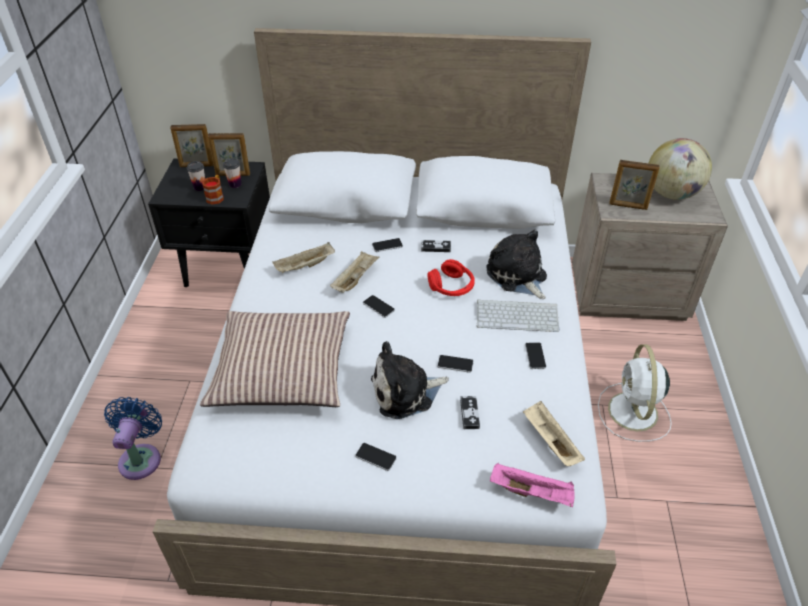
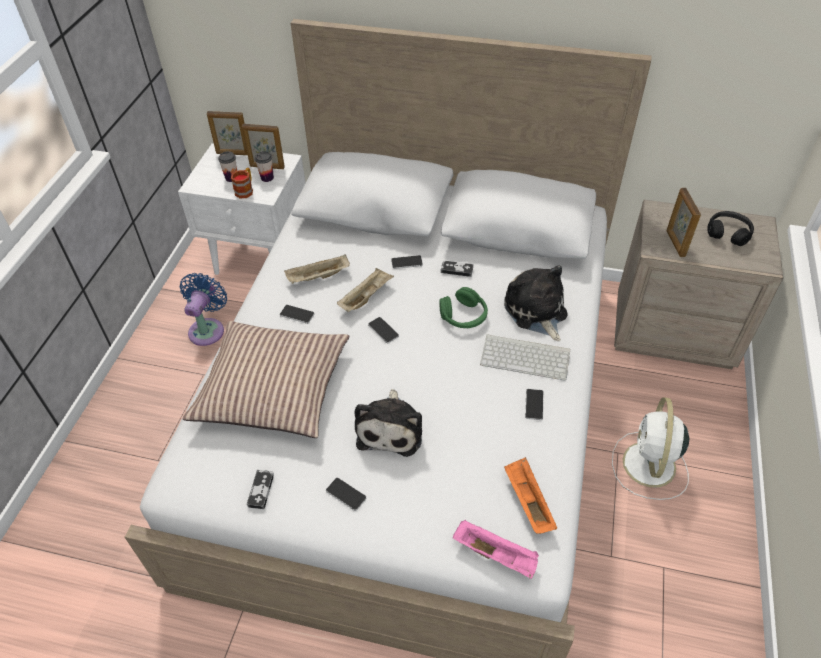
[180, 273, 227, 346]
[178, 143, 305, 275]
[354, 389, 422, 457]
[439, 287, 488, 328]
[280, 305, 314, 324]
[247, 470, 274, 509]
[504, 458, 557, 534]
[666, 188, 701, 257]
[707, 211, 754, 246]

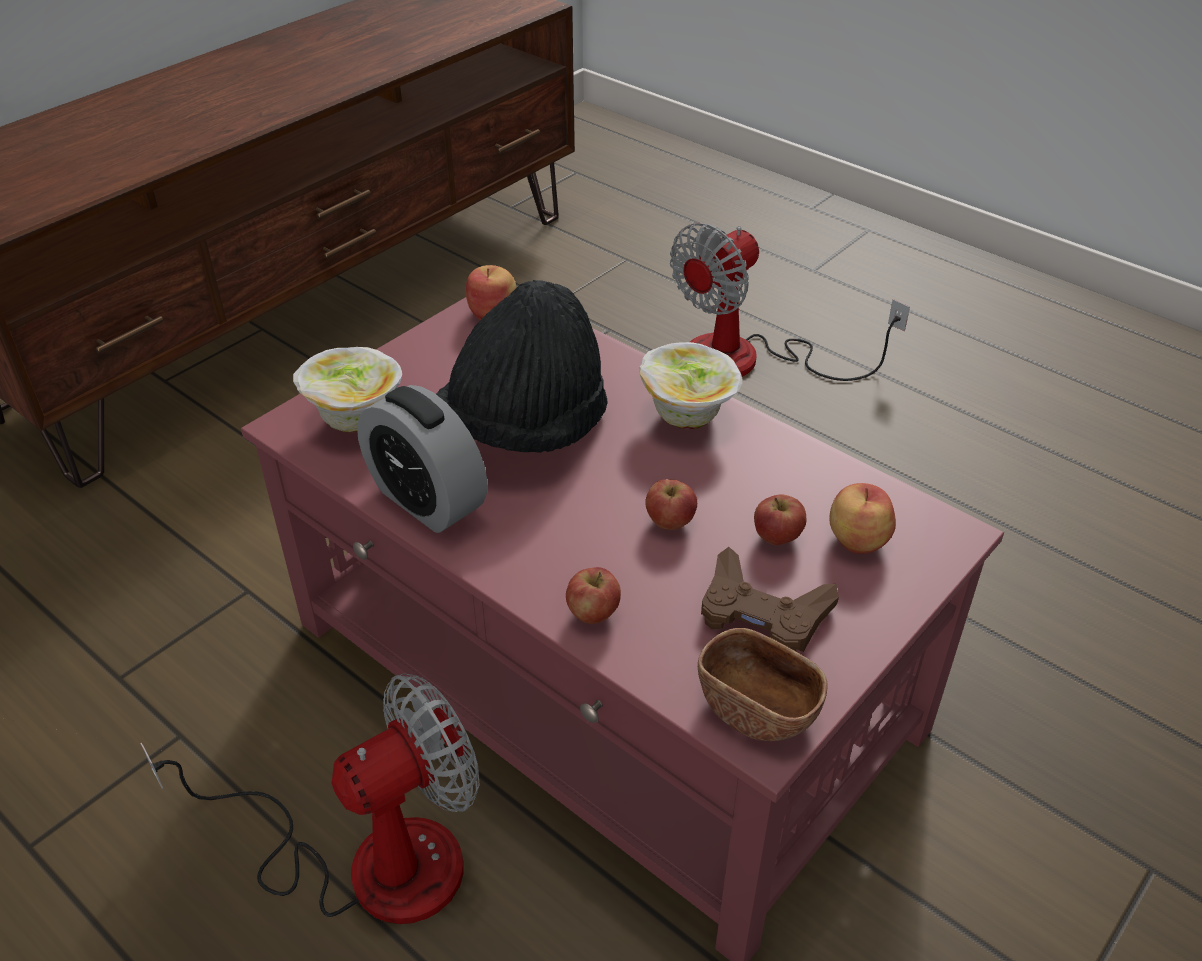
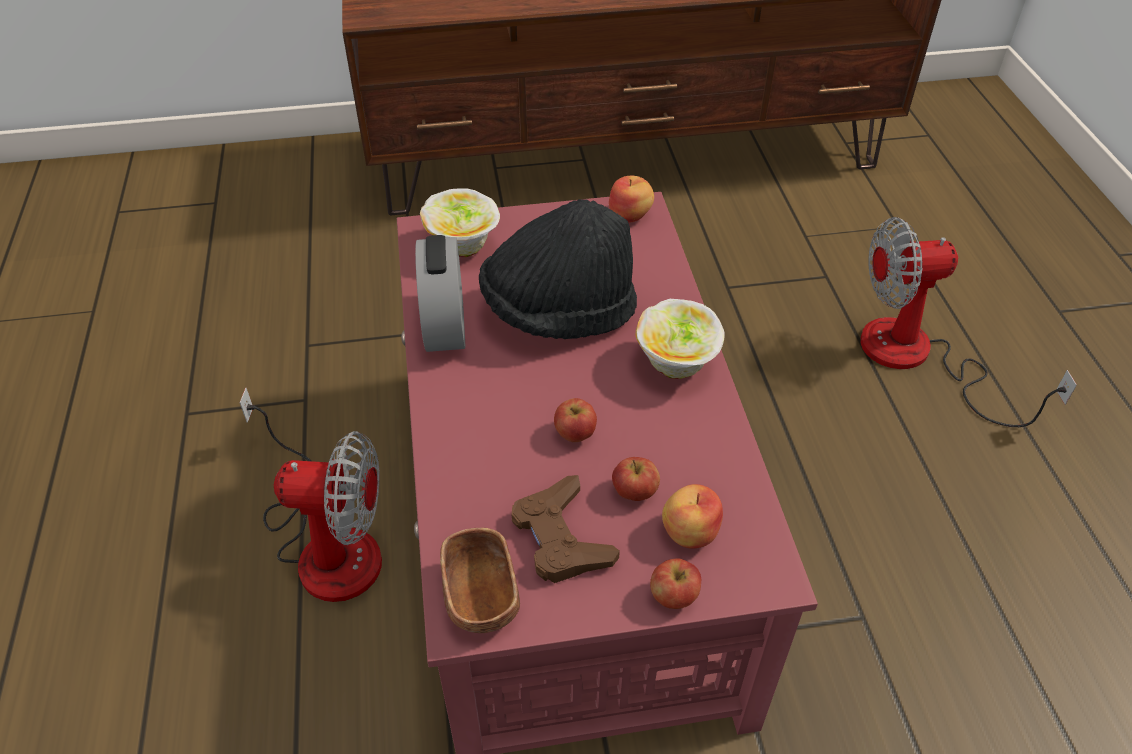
[650, 559, 701, 609]

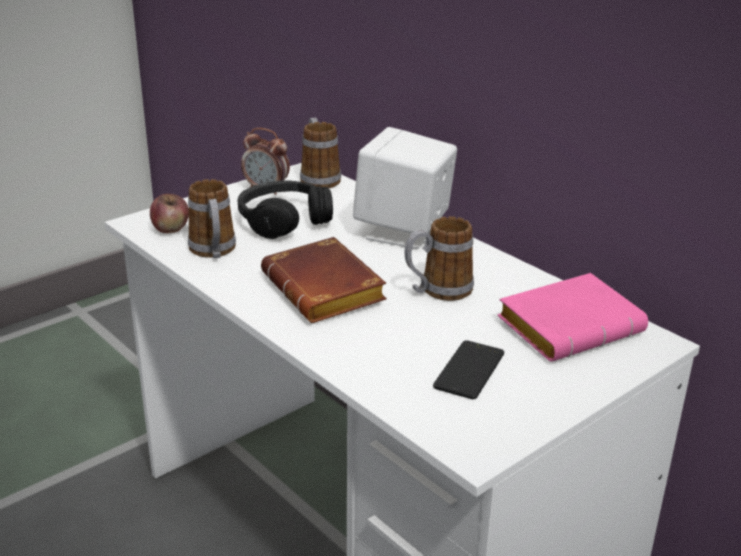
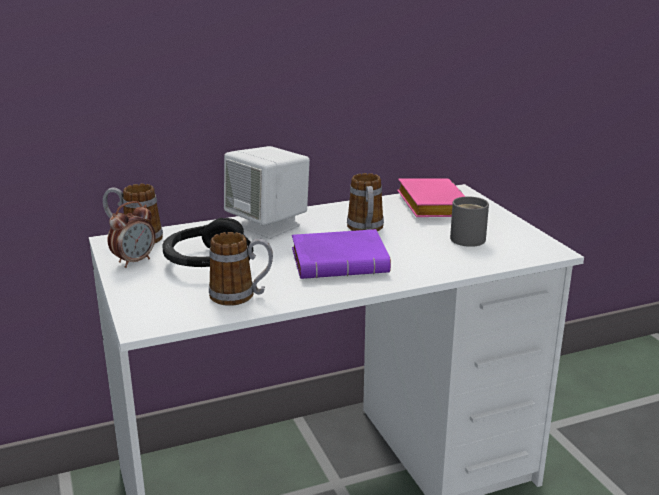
[150, 194, 189, 233] (first image)
[292, 229, 391, 279]
[450, 196, 489, 247]

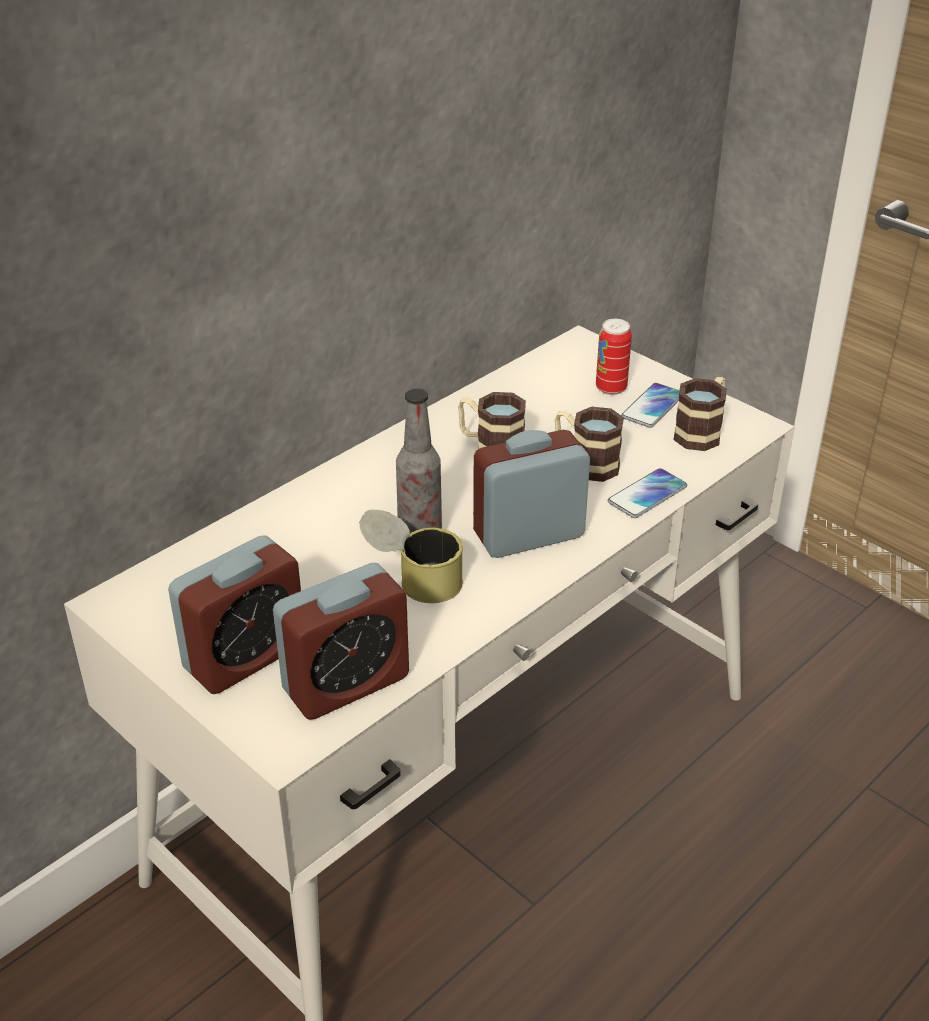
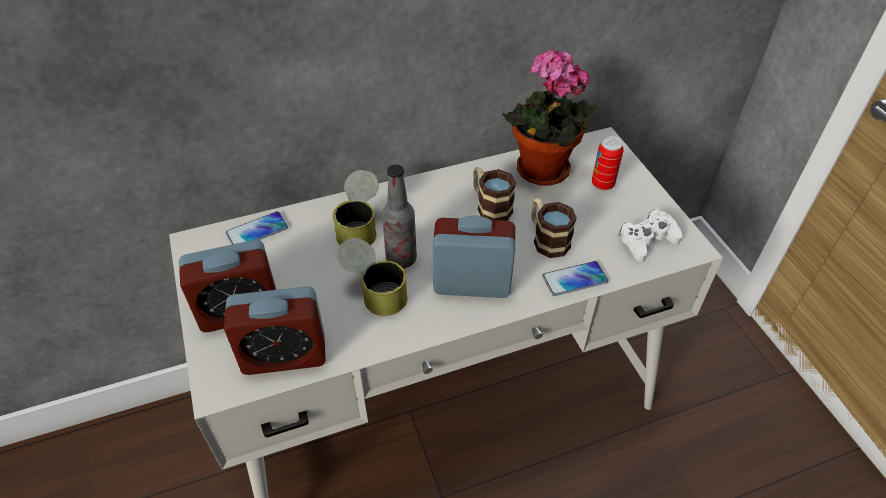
[226, 211, 288, 244]
[619, 209, 682, 262]
[333, 170, 379, 245]
[502, 49, 600, 186]

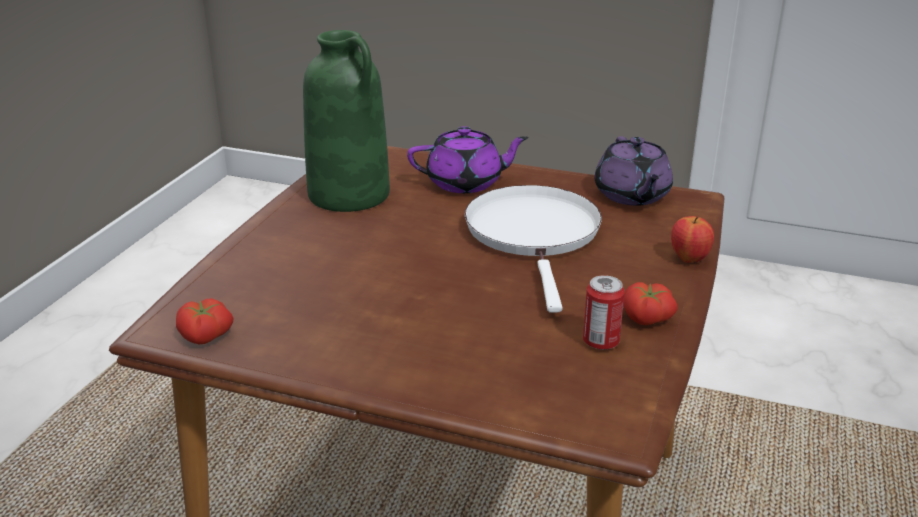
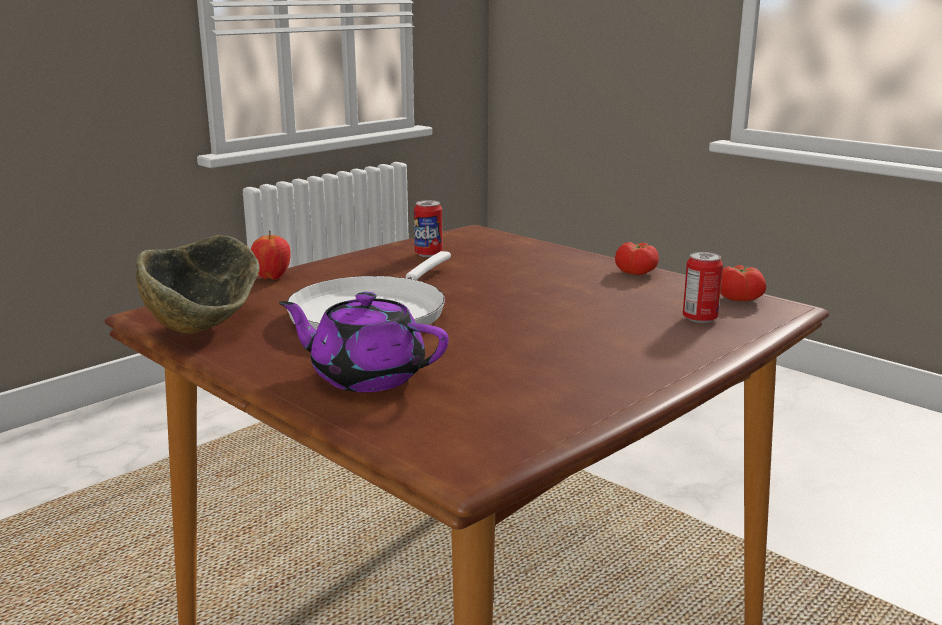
[303, 30, 390, 212] (first image)
[136, 235, 260, 334]
[615, 242, 659, 275]
[683, 252, 723, 323]

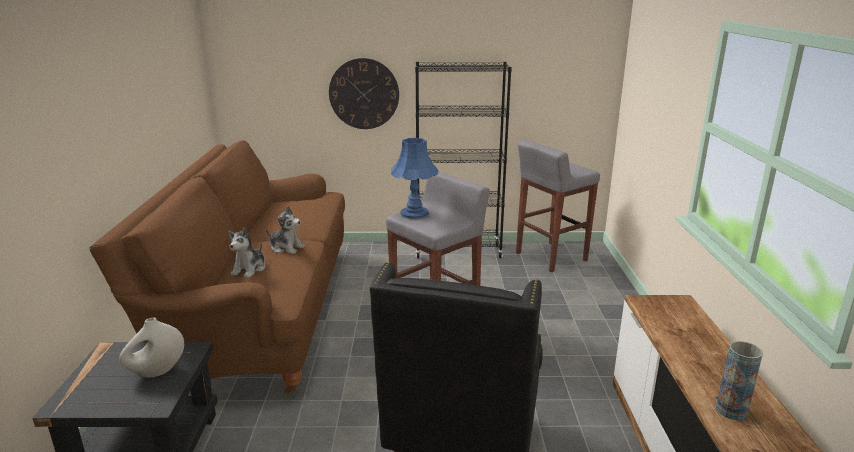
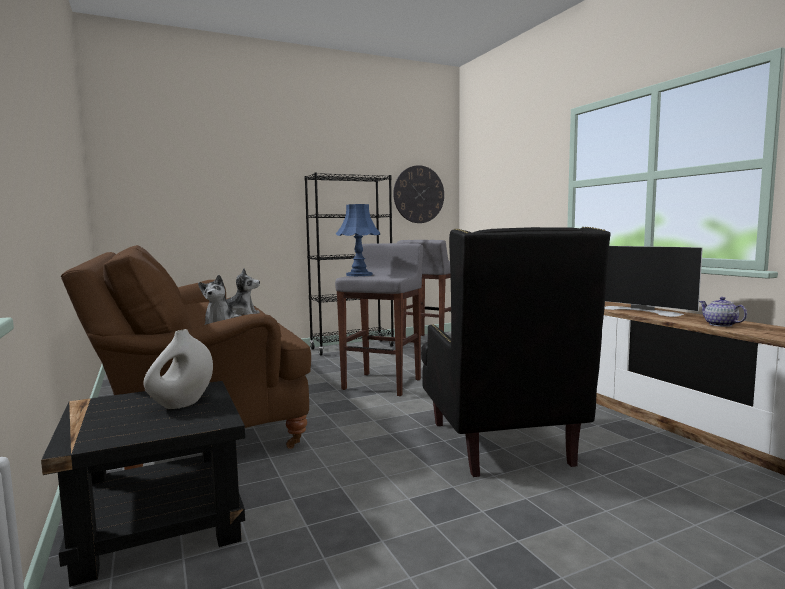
[393, 165, 444, 223]
[699, 297, 747, 327]
[605, 246, 703, 317]

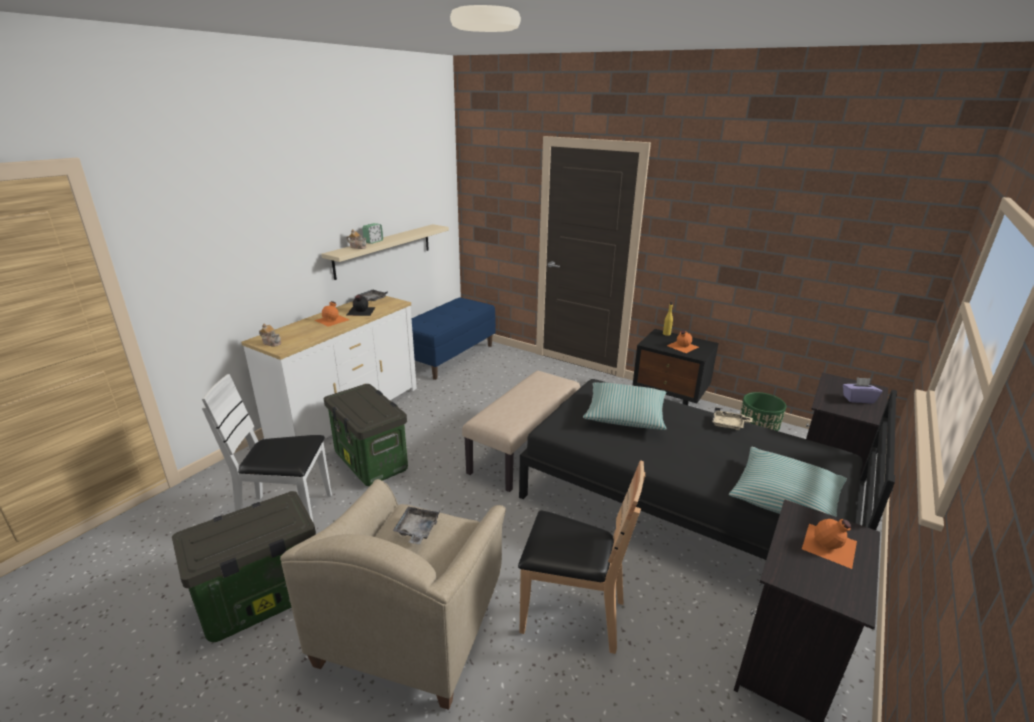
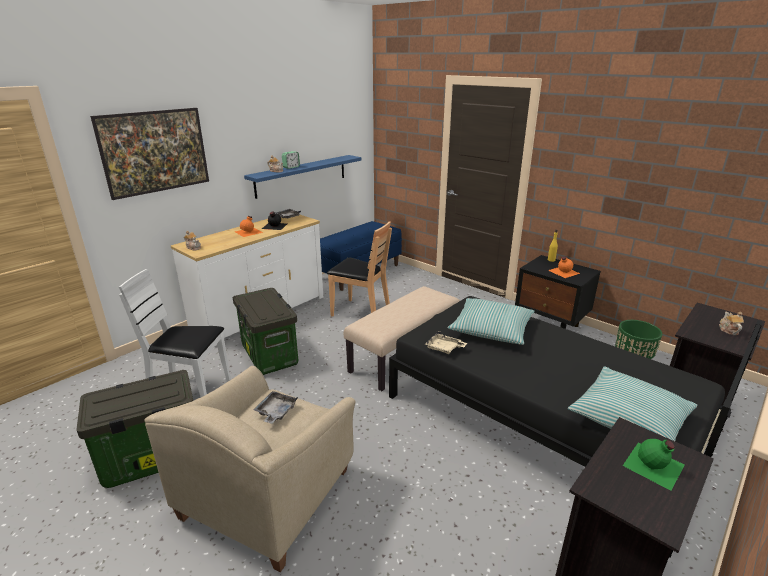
[244, 155, 361, 199]
[327, 221, 392, 317]
[425, 331, 467, 354]
[623, 439, 685, 491]
[719, 312, 744, 335]
[90, 108, 209, 200]

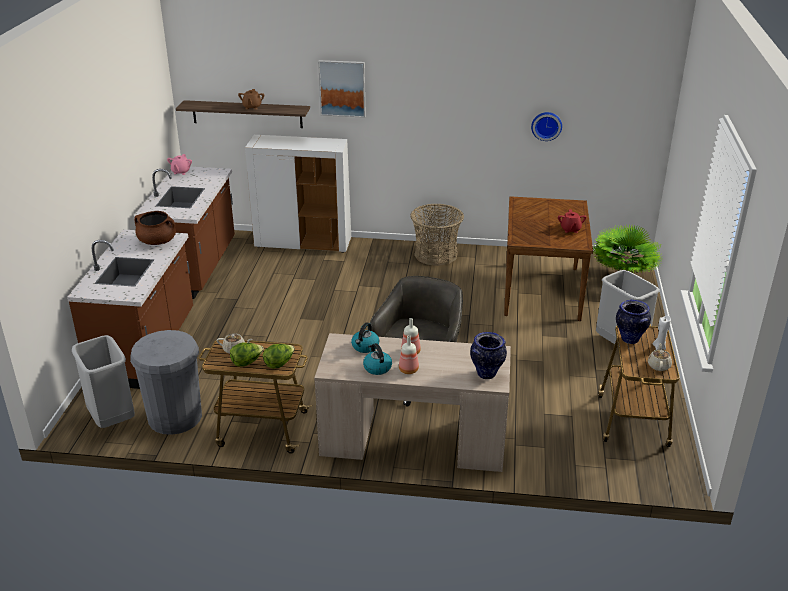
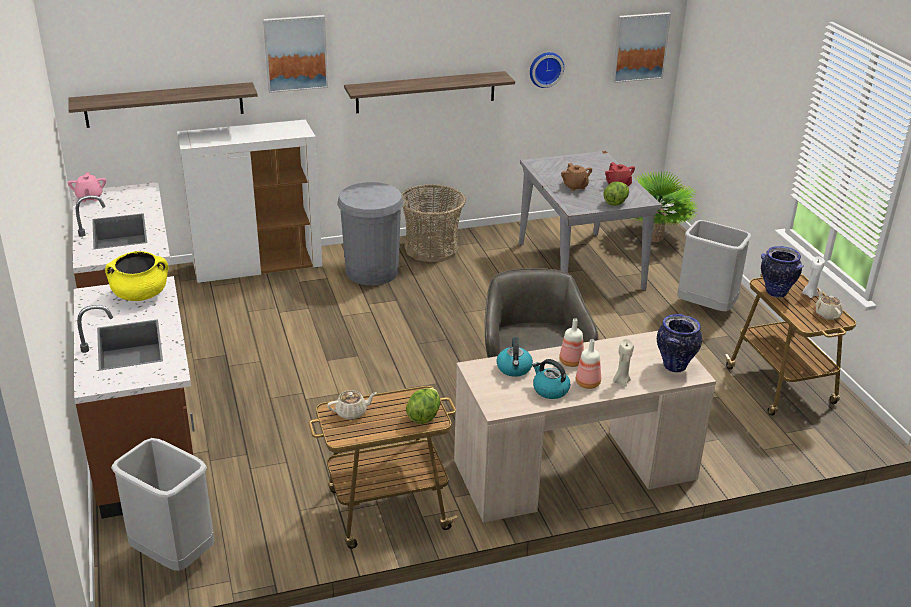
[337, 182, 404, 285]
[105, 251, 168, 301]
[604, 182, 629, 206]
[561, 163, 592, 191]
[519, 151, 661, 291]
[344, 71, 515, 113]
[612, 12, 671, 83]
[613, 339, 634, 387]

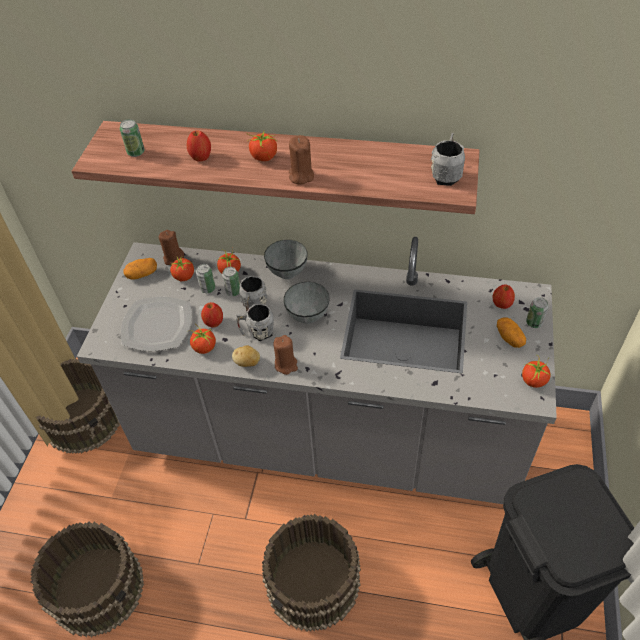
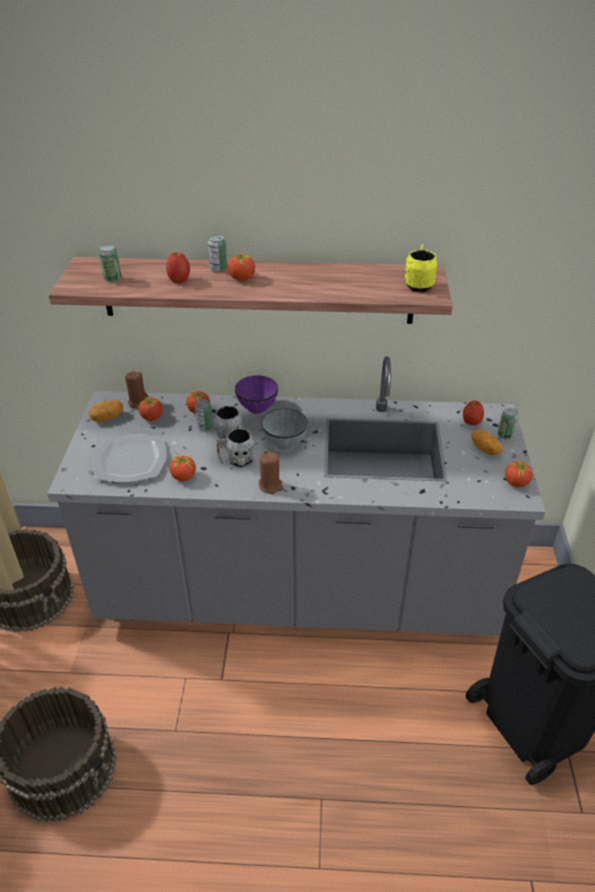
[208, 235, 227, 272]
[201, 302, 223, 328] (first image)
[232, 345, 260, 367] (first image)
[262, 514, 361, 632] (first image)
[235, 375, 278, 414]
[289, 135, 314, 184] (first image)
[404, 245, 437, 292]

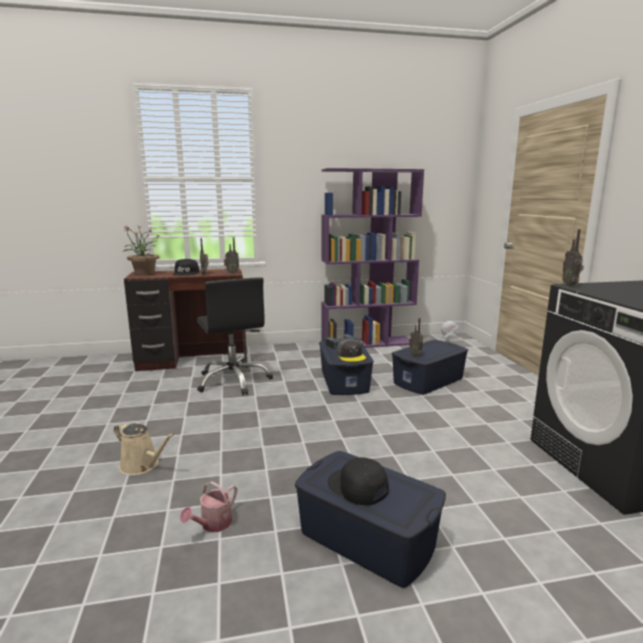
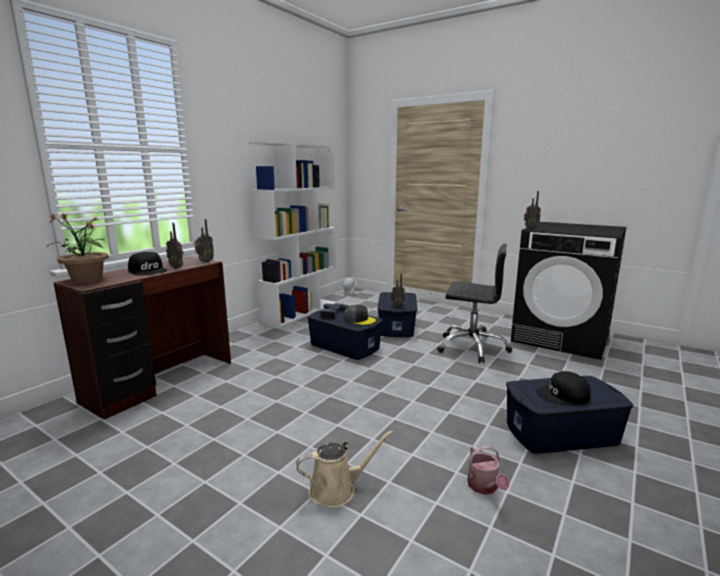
[437, 244, 512, 363]
[249, 141, 336, 328]

